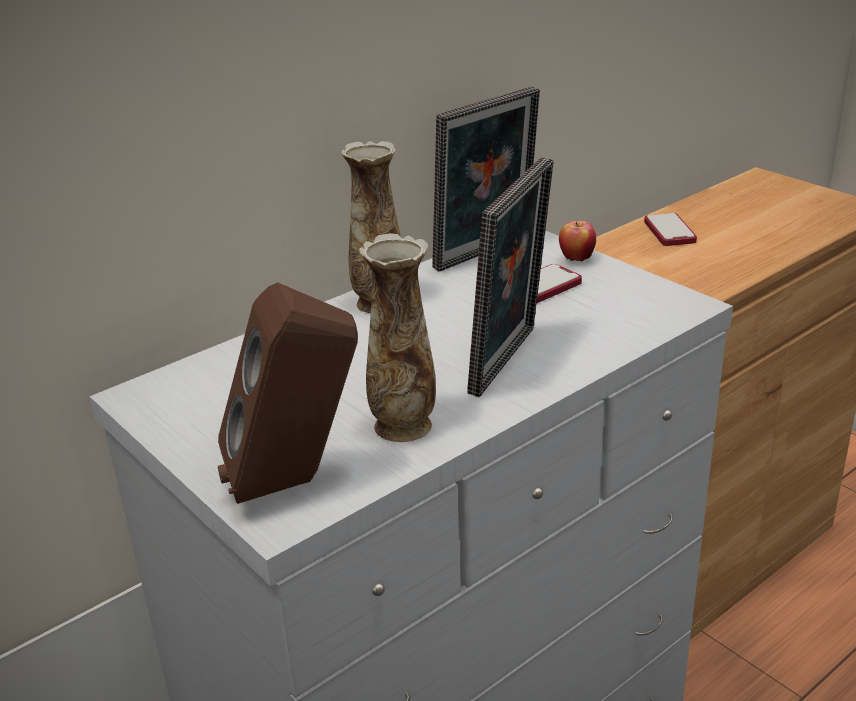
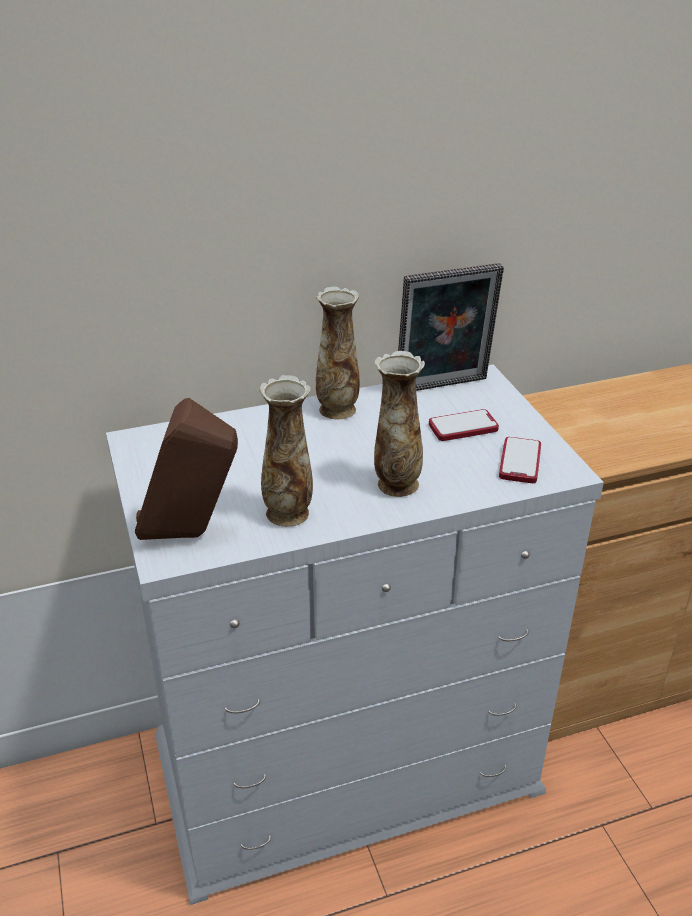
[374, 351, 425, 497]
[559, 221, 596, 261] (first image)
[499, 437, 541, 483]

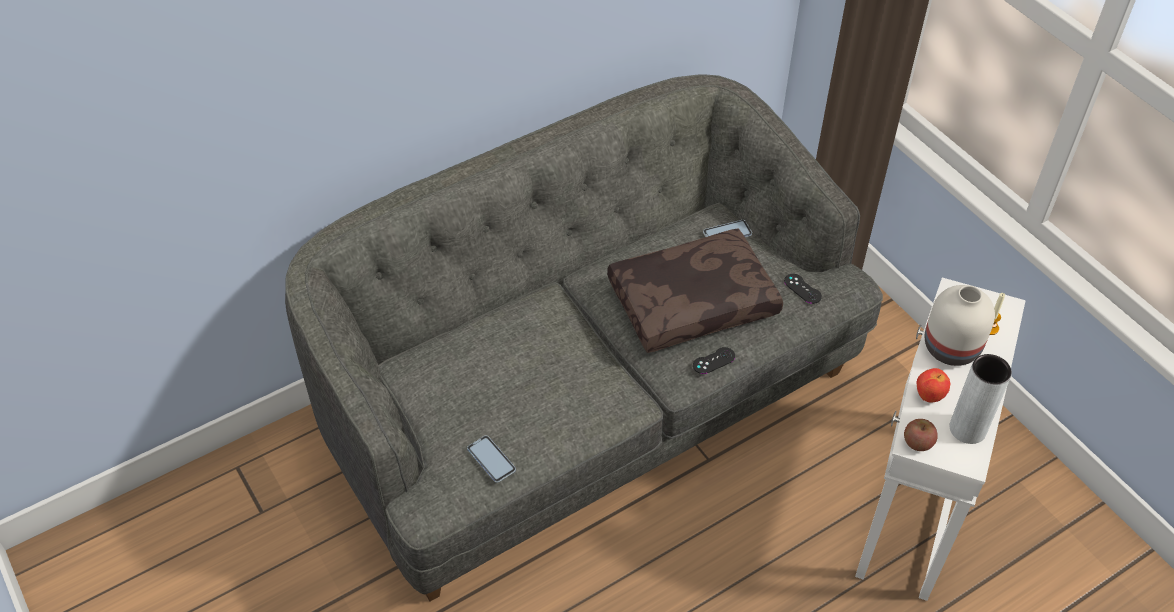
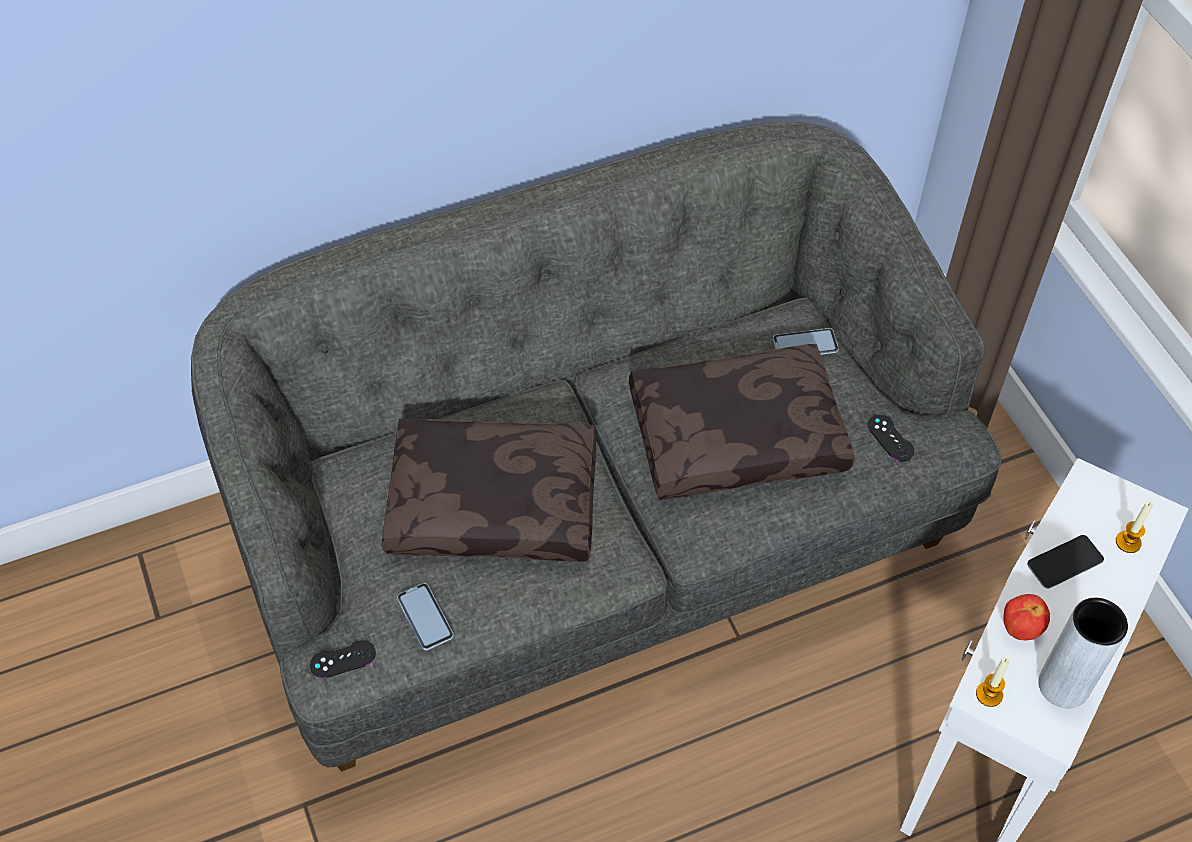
[310, 640, 376, 678]
[976, 657, 1010, 707]
[1027, 535, 1104, 589]
[382, 418, 596, 562]

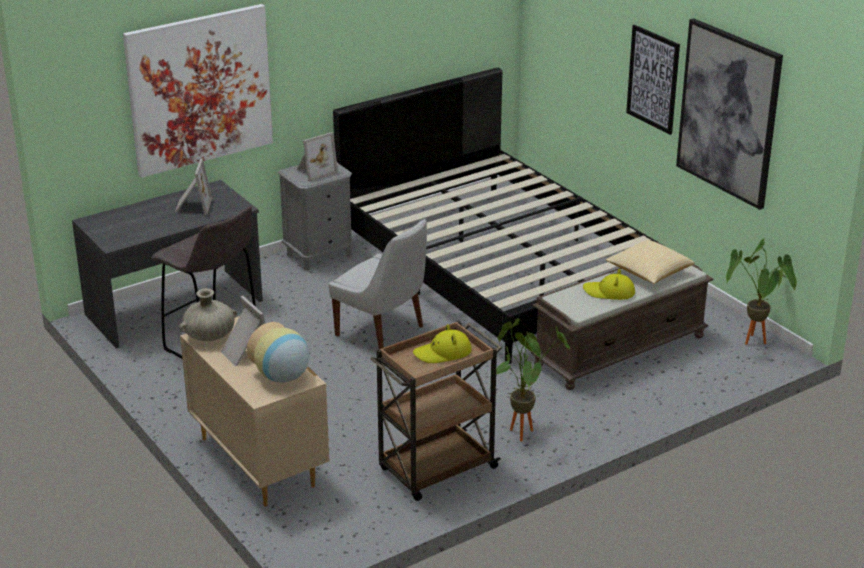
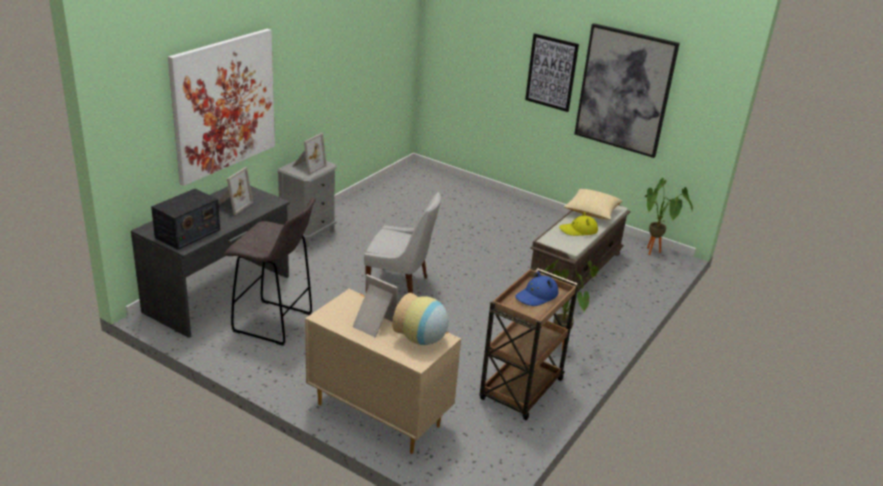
[218, 167, 253, 215]
[179, 288, 237, 341] (first image)
[333, 67, 662, 364] (first image)
[515, 272, 558, 306]
[151, 189, 220, 250]

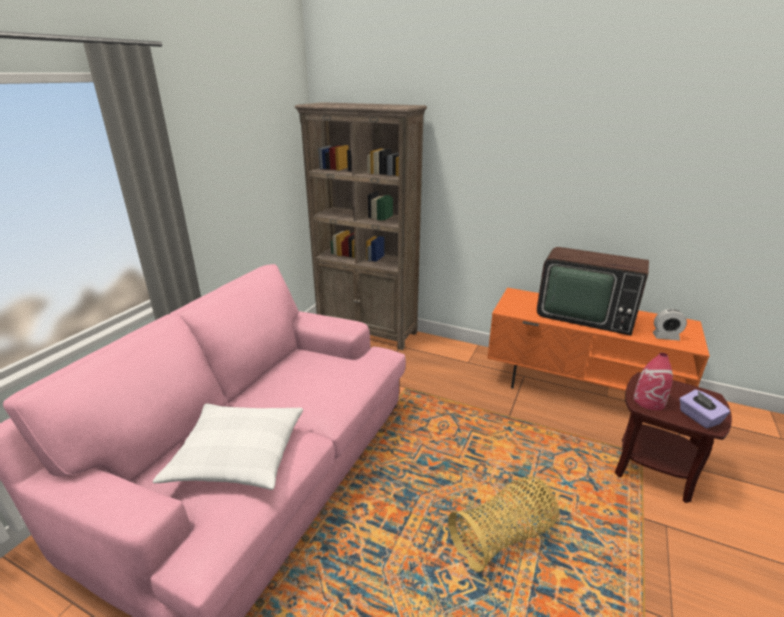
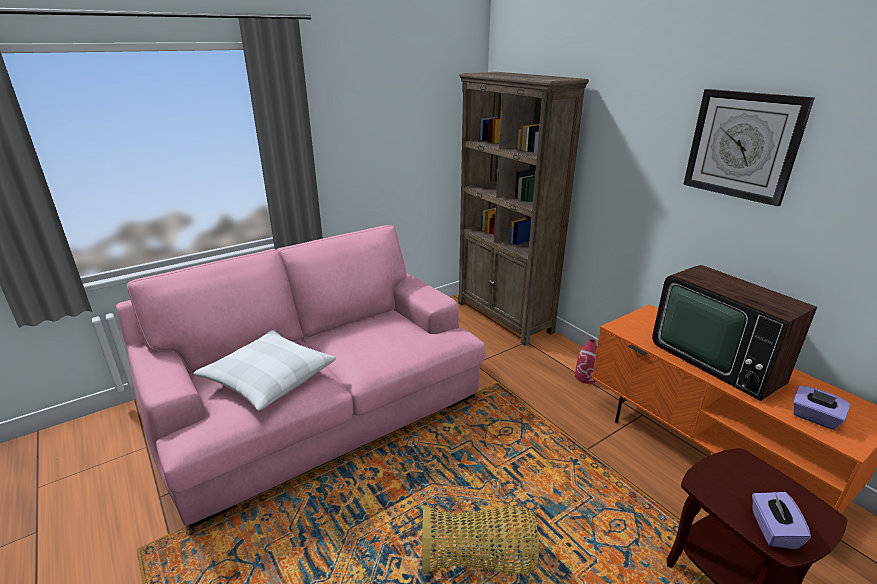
[575, 339, 597, 384]
[793, 386, 851, 430]
[683, 89, 815, 207]

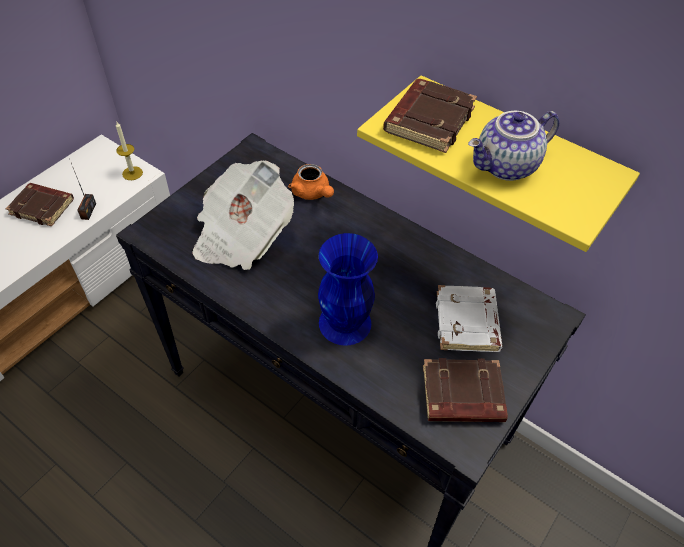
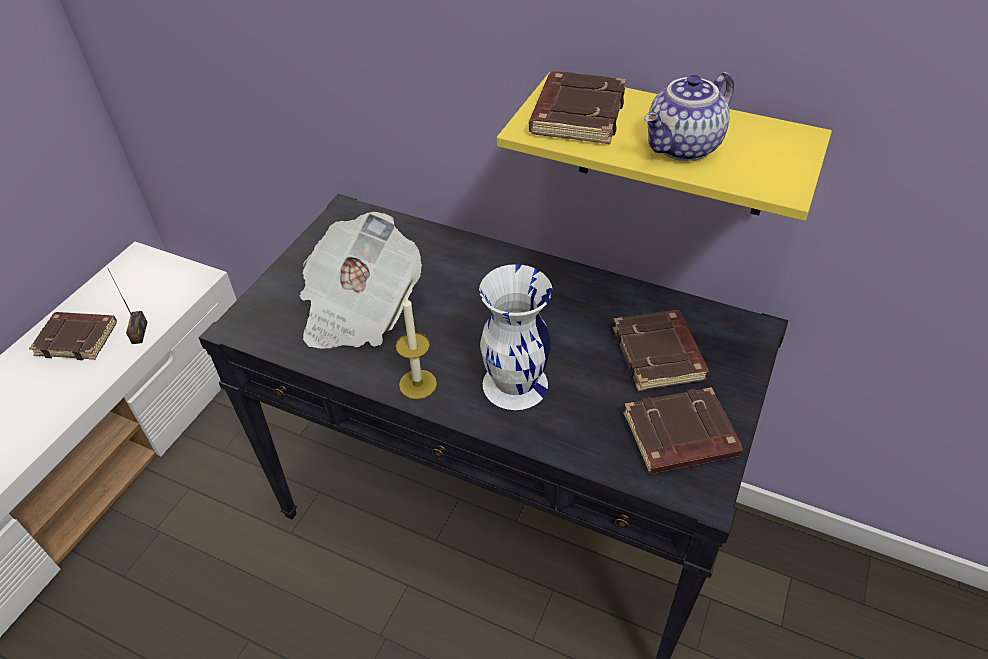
[396, 297, 437, 399]
[288, 164, 334, 200] (first image)
[479, 264, 553, 410]
[613, 310, 710, 391]

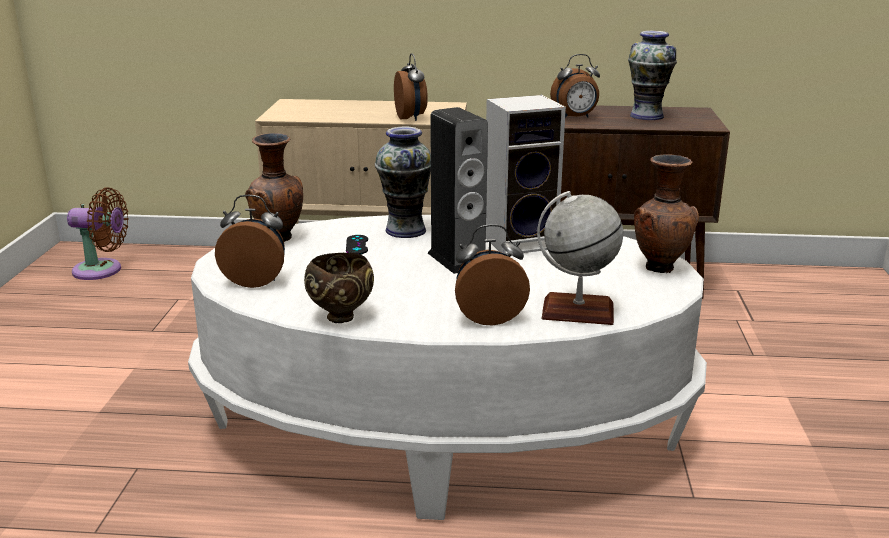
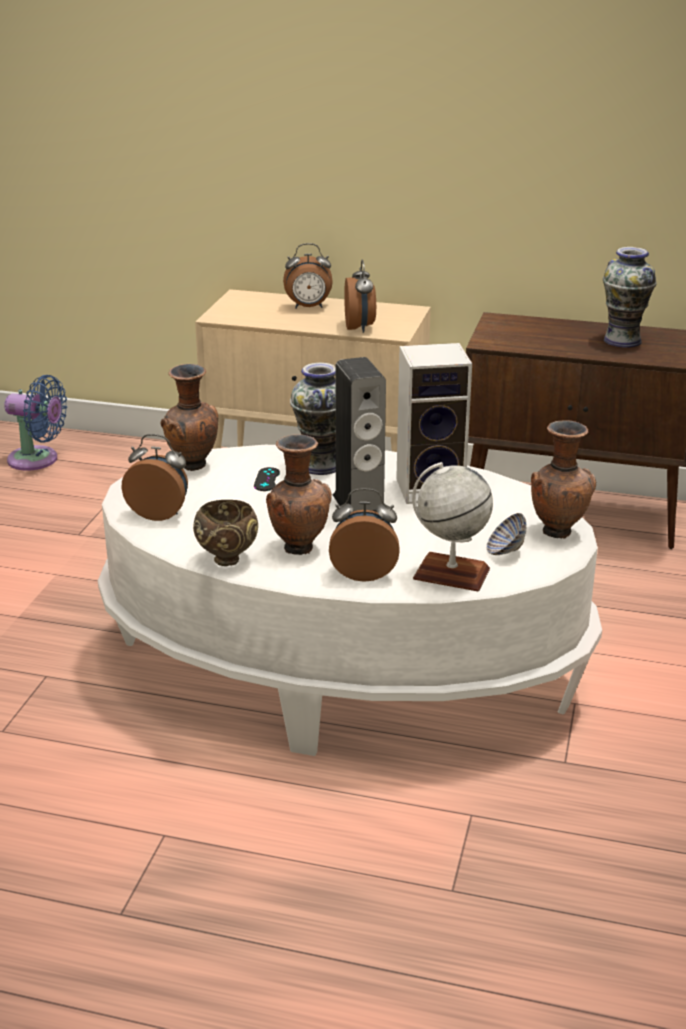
[4, 375, 67, 471]
[283, 243, 333, 309]
[266, 434, 332, 555]
[487, 513, 526, 555]

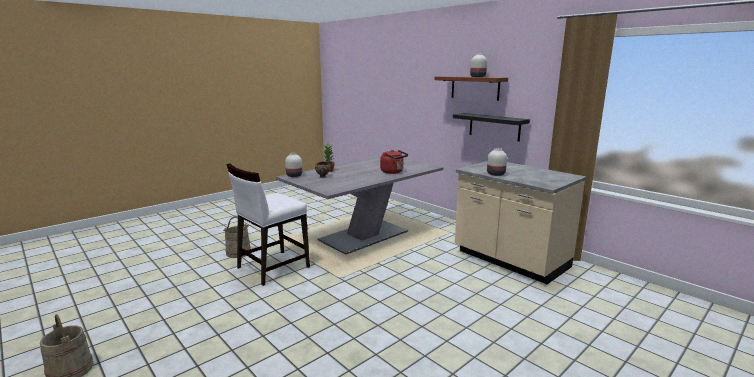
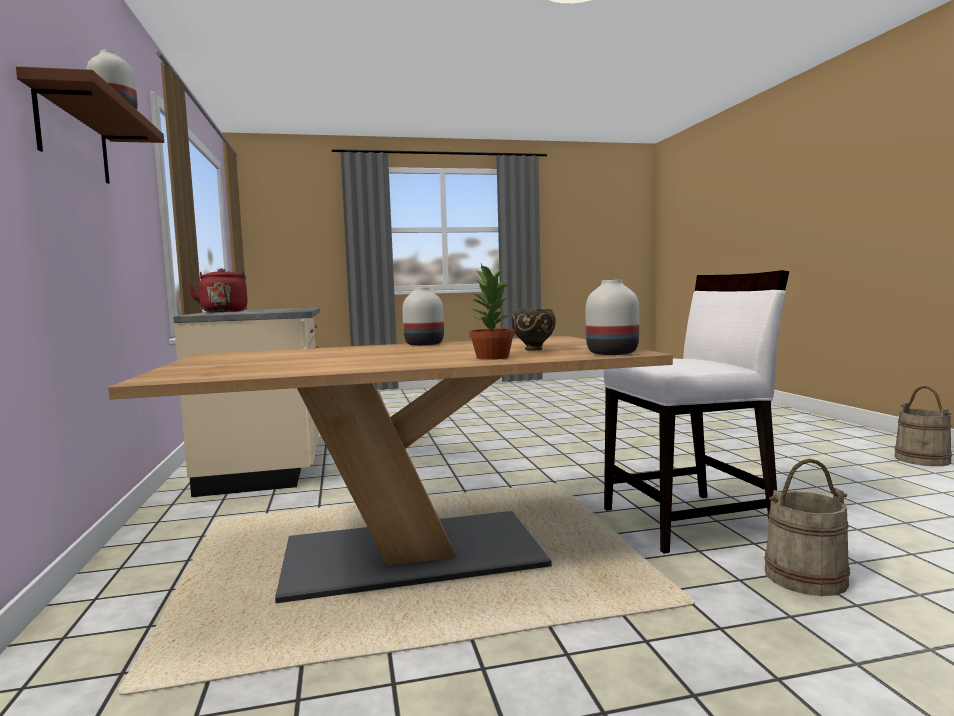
[108, 336, 673, 603]
[188, 268, 248, 312]
[453, 113, 530, 142] (first image)
[402, 287, 444, 346]

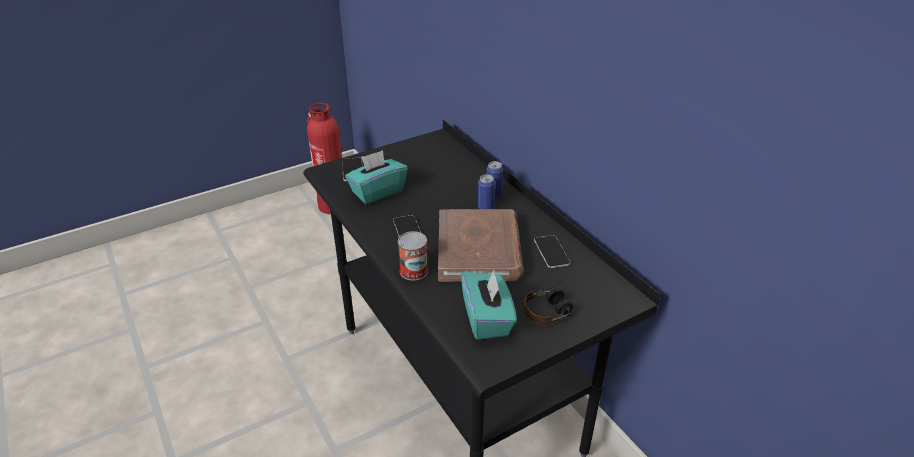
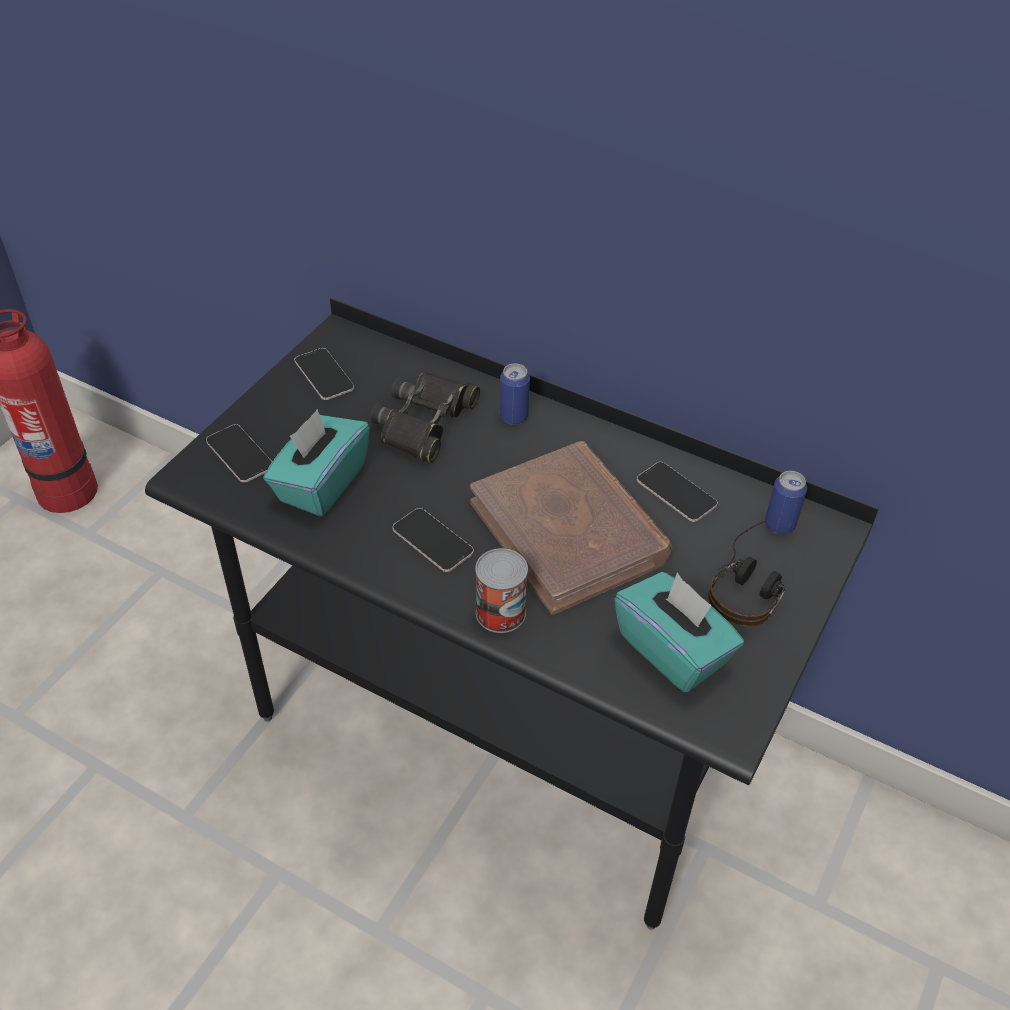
[765, 471, 807, 535]
[294, 348, 354, 400]
[370, 373, 480, 463]

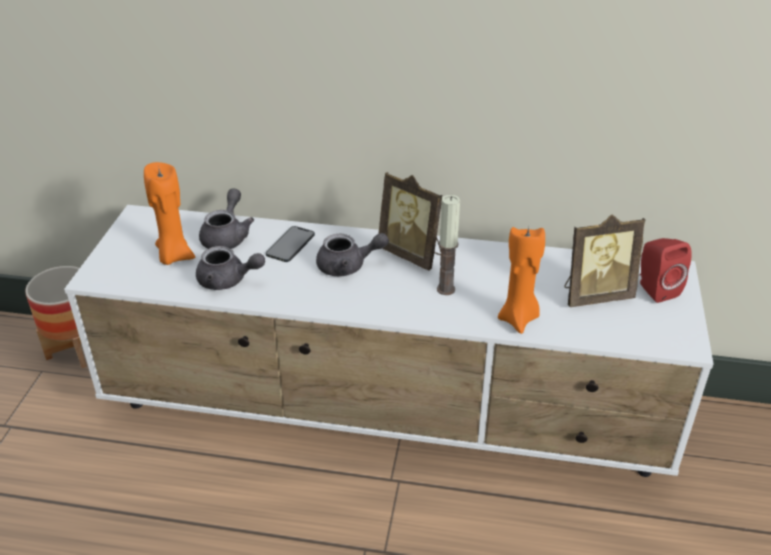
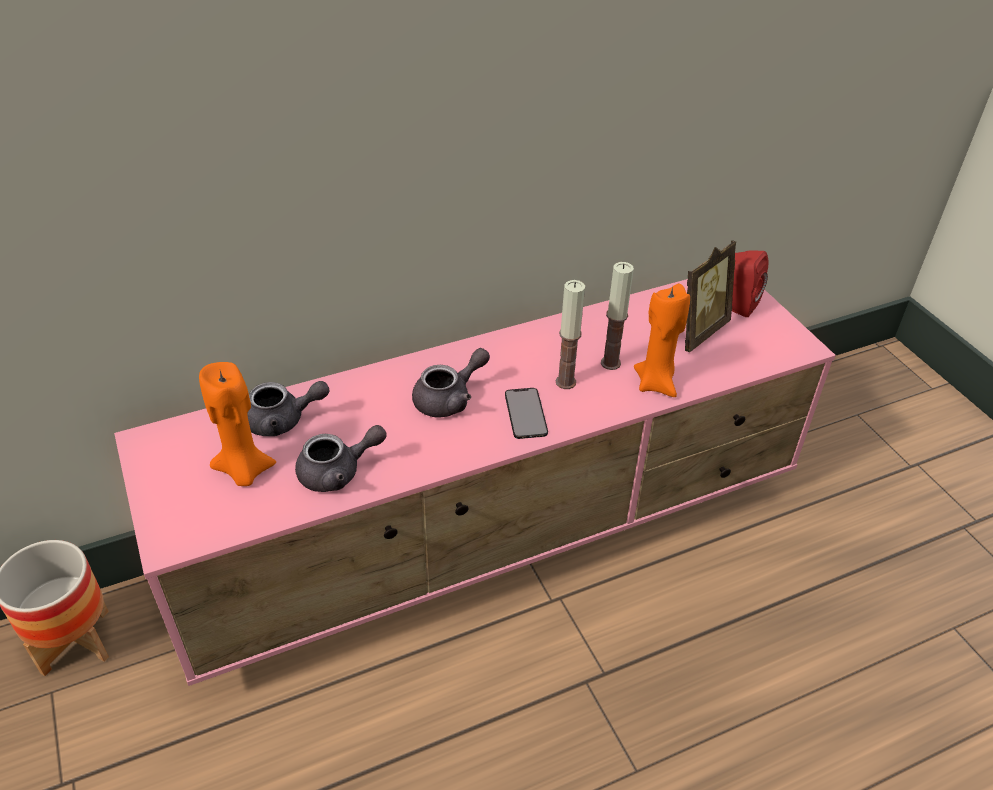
[114, 279, 836, 686]
[247, 381, 330, 436]
[505, 388, 548, 439]
[379, 172, 442, 270] (first image)
[601, 262, 634, 370]

